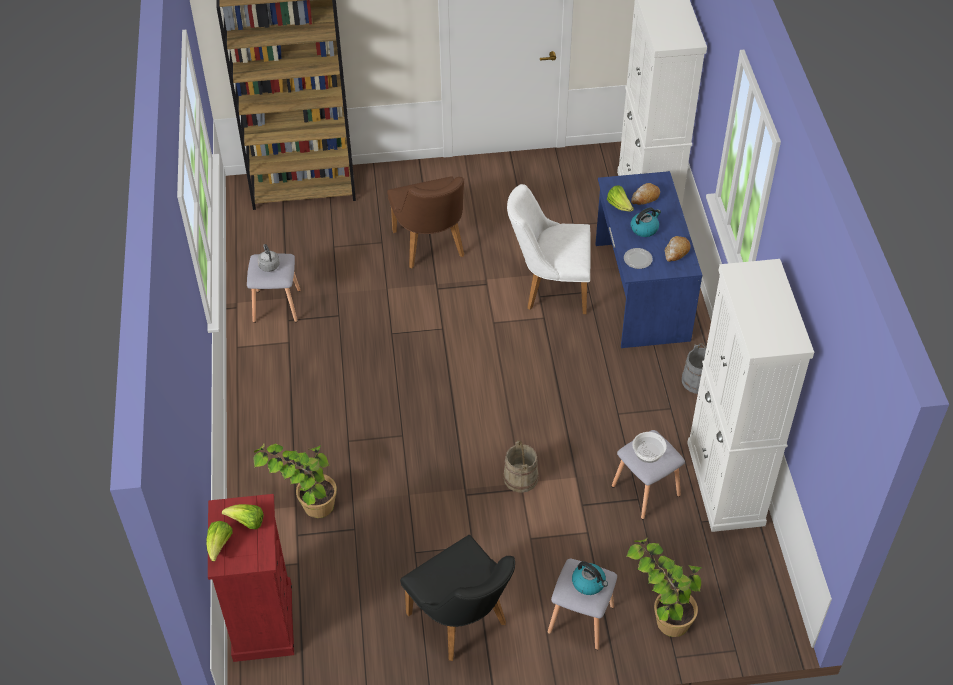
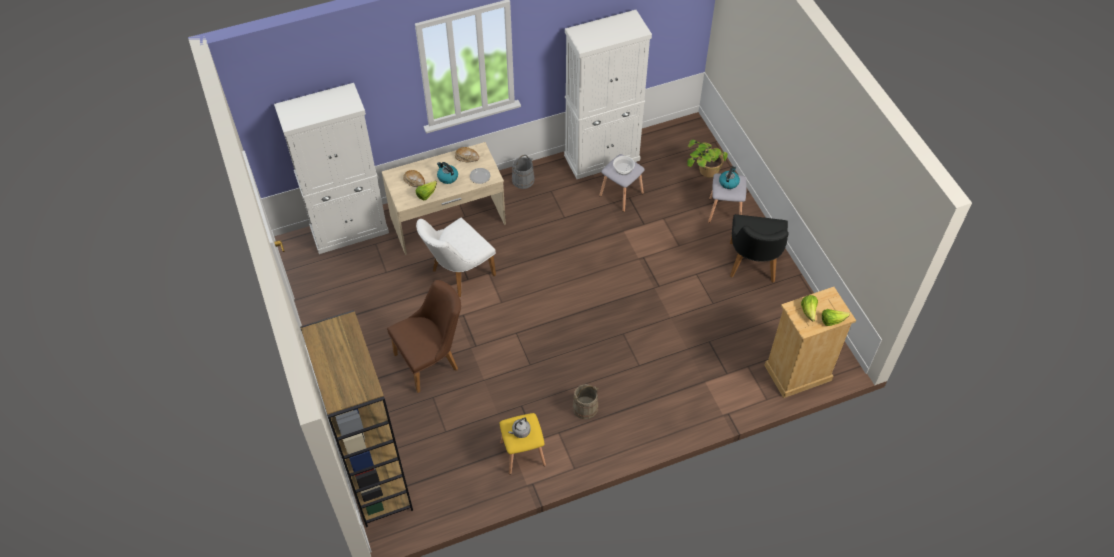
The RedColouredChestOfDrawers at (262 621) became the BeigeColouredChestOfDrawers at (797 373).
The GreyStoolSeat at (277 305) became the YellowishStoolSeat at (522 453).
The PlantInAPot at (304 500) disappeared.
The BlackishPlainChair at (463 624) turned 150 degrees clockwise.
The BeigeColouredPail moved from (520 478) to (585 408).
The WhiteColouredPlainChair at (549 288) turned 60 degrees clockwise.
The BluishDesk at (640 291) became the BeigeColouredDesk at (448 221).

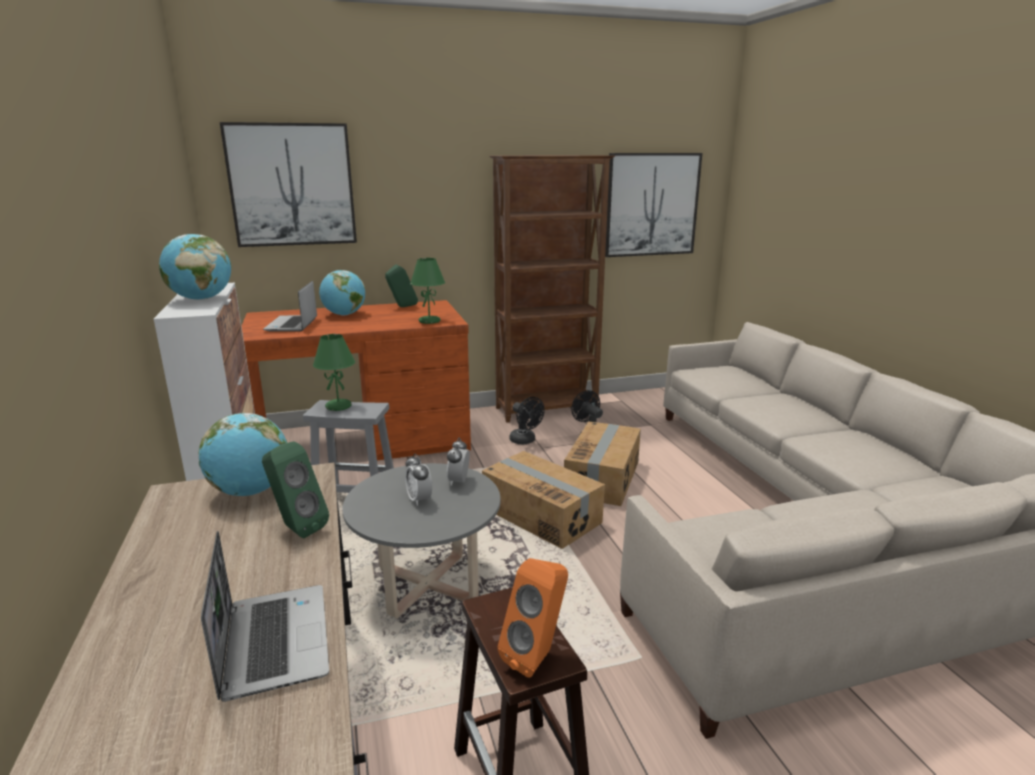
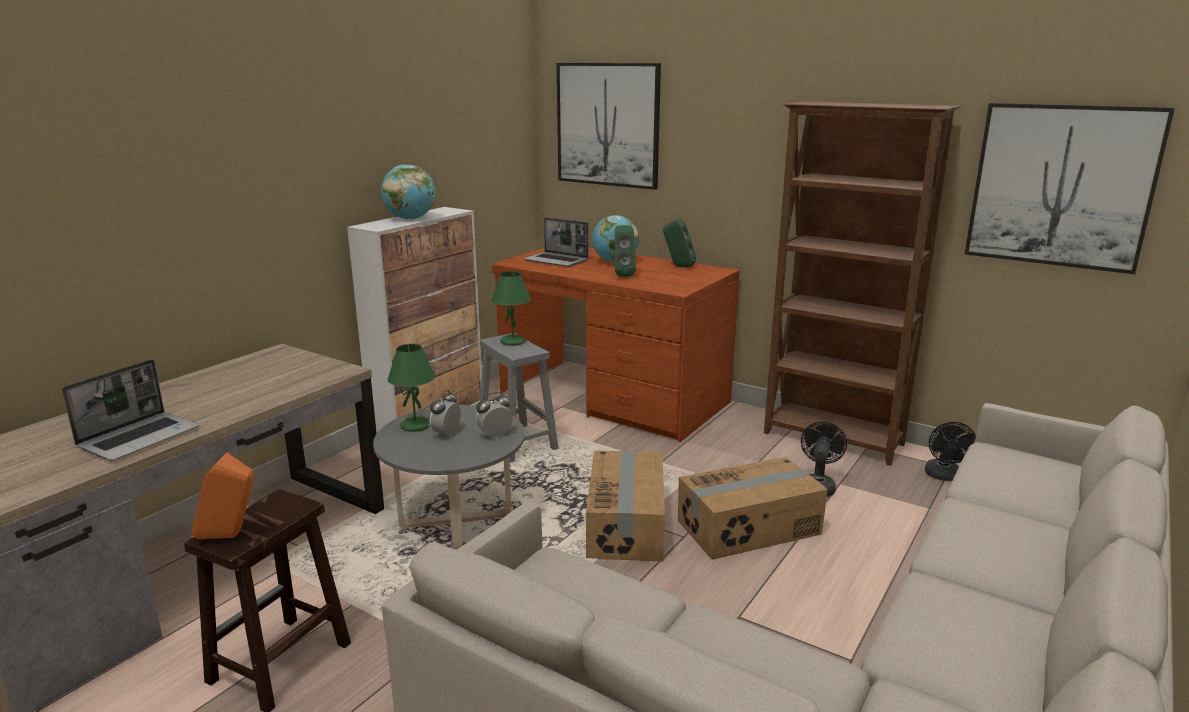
The Globe at (251 491) disappeared.
The GreenColouredLoudspeaker moved from (296 528) to (623 275).
The PortableComputer at (292 325) turned 105 degrees counterclockwise.
The GreenColouredTableLamp moved from (429 321) to (416 426).
The BlackishFan moved from (525 441) to (943 476).

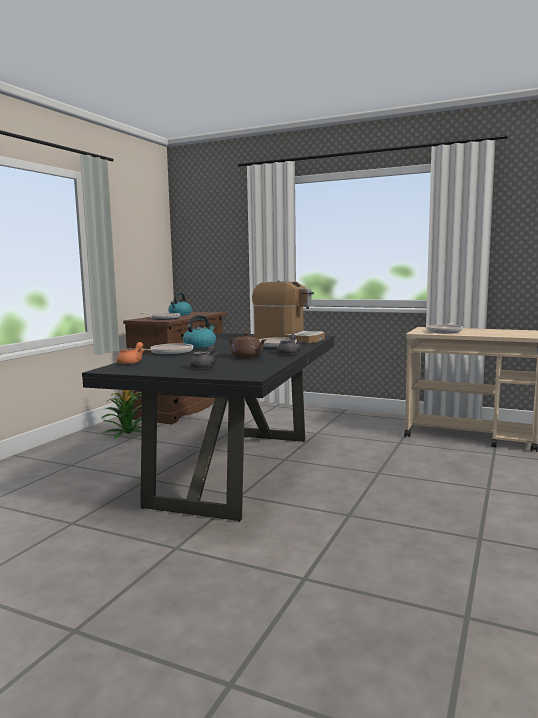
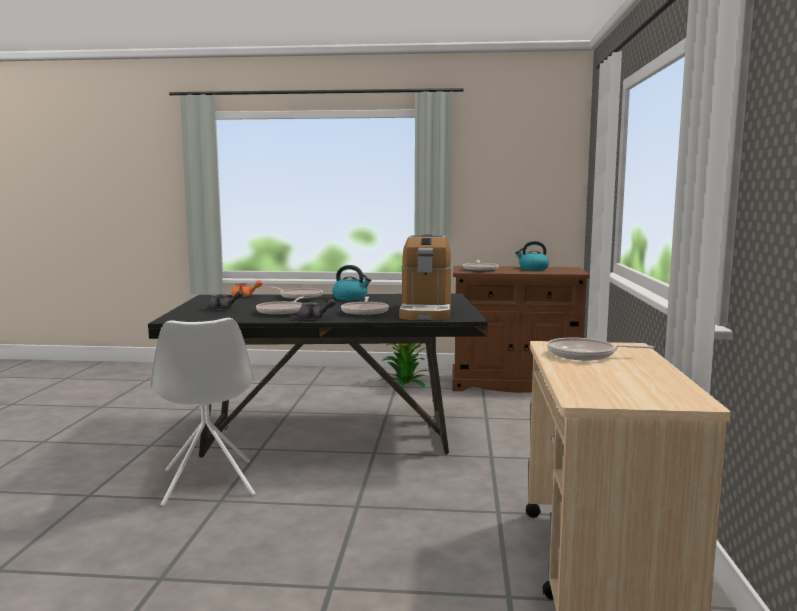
The BrownTeaPot at (247 357) was replaced by the Pan at (282 312).
The WhiteColouredPlainChair at (208 484) appeared.

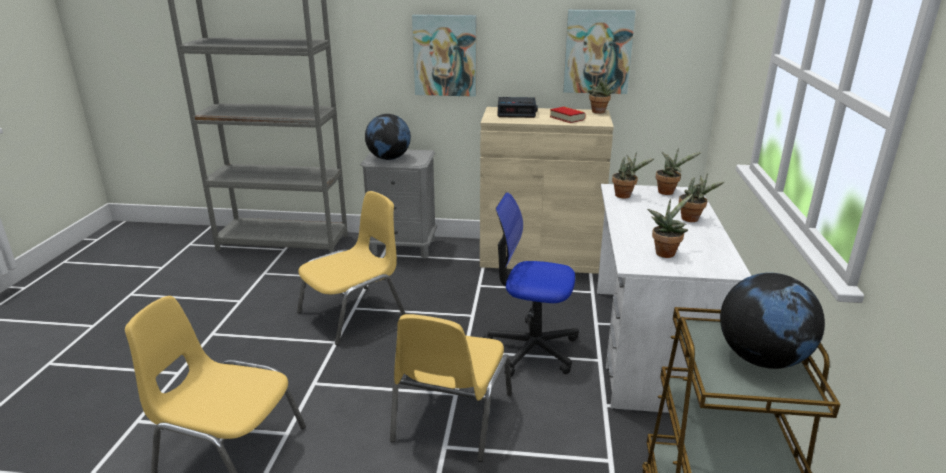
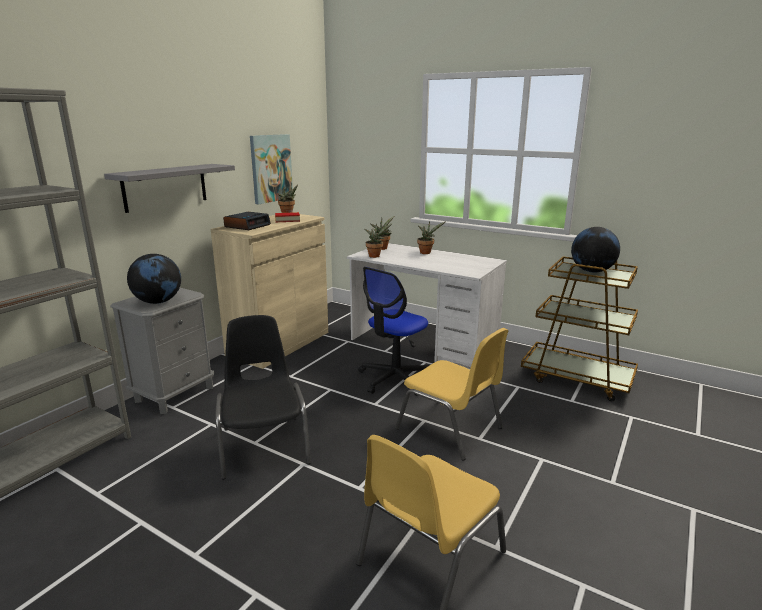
The YellowishPlainChair at (353 313) became the BlackishPlainChair at (264 444).
The Picture at (445 55) was replaced by the GreyShelf at (165 187).
The PlantInAPot at (665 252) disappeared.

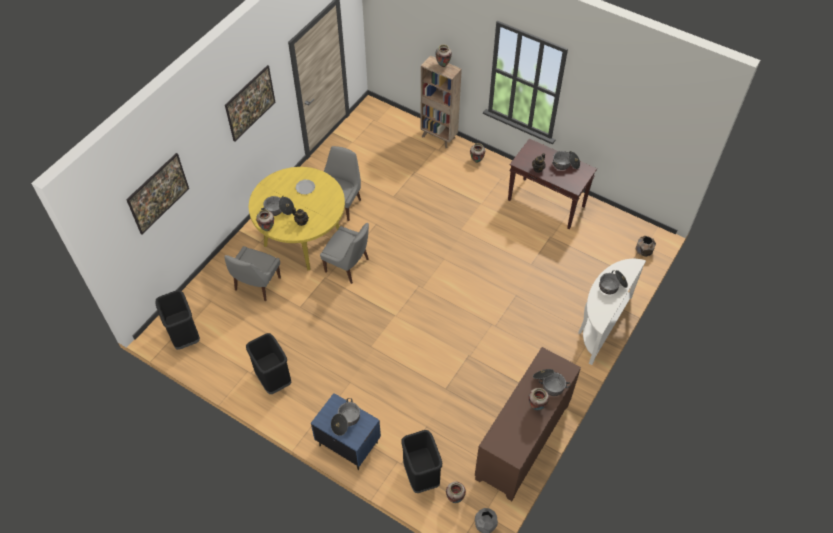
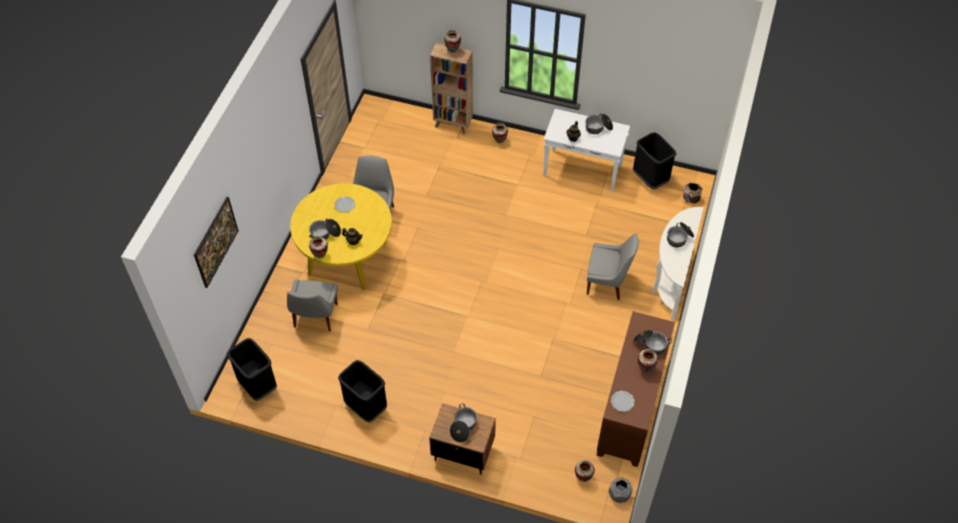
The Picture at (252 112) disappeared.
The BluishNightstand at (348 444) became the BrownNightstand at (463 452).
The GreyPlainChair moved from (348 266) to (607 282).
The BlackishWasteBin moved from (421 475) to (649 179).
The BrownNarrowTable at (547 203) became the WhiteColouredNarrowTable at (583 170).
The DinnerPlate at (622 401) appeared.

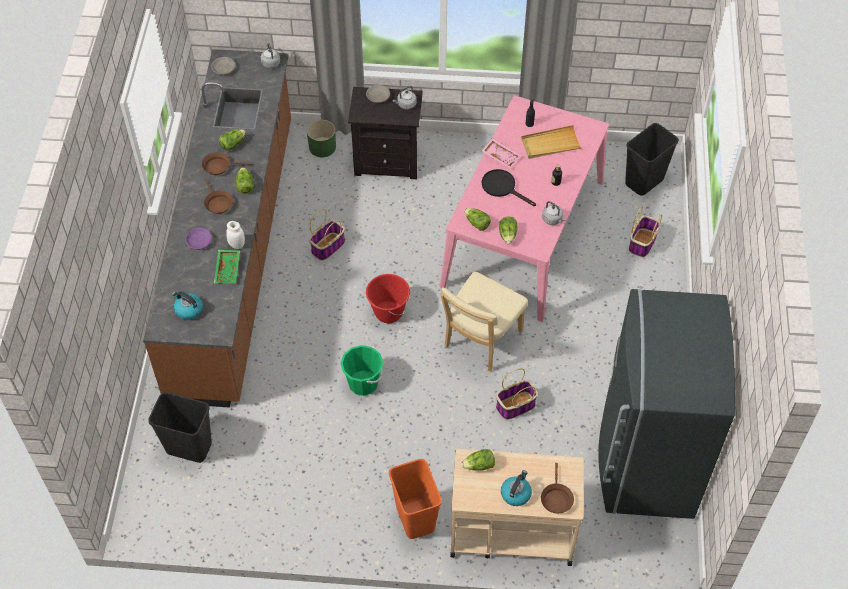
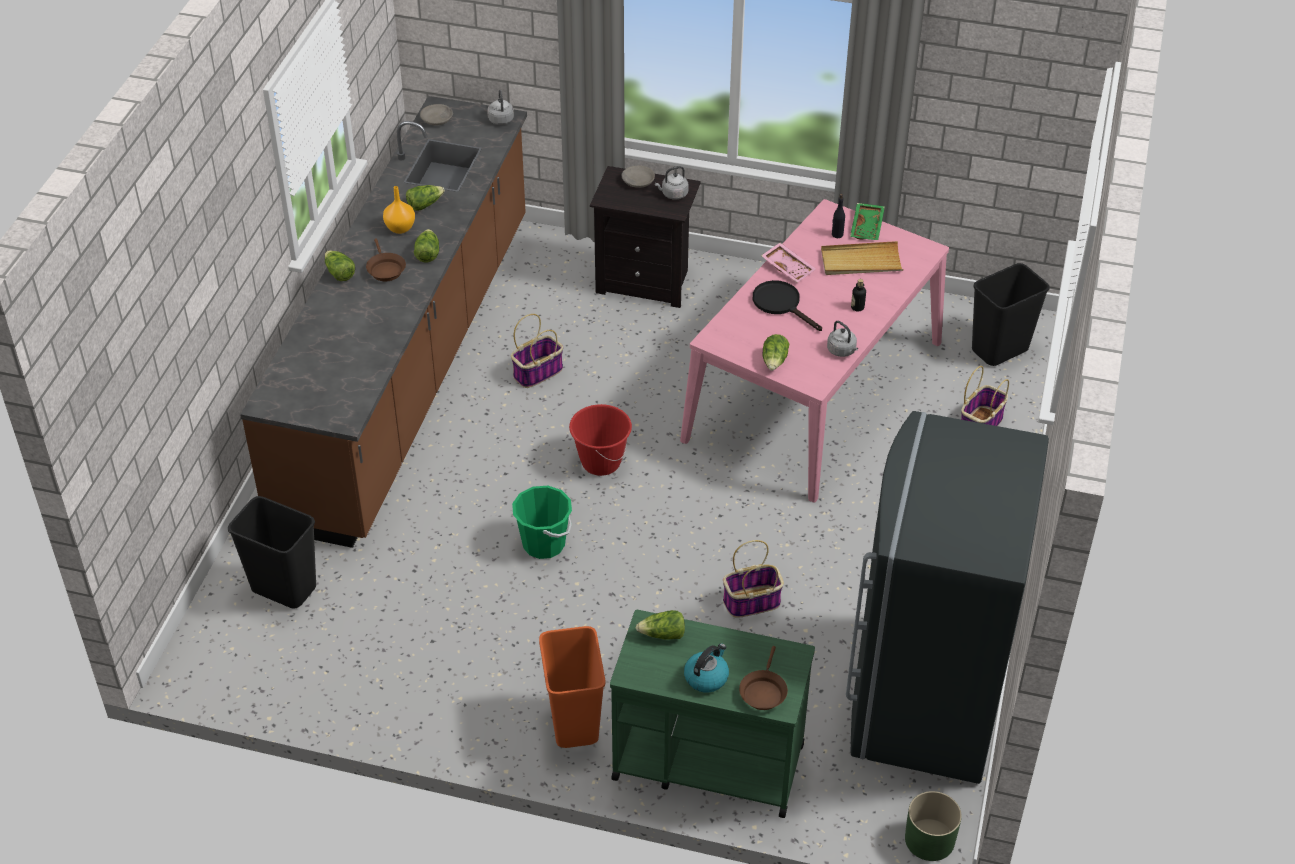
The TeaKettle at (188 310) disappeared.
The PurplishDeepDish at (199 241) disappeared.
The BrownPan at (219 166) was replaced by the OrangeFlowerVase at (399 228).
The GreenColouredTray moved from (228 270) to (867 227).
The WhiteColouredStorageJar at (237 245) disappeared.
The GreenColouredPlanter moved from (322 147) to (930 839).
The BeigeColouredPlainChair at (480 341) disappeared.
The BeigeColouredTrolley at (511 532) became the GreenColouredTrolley at (707 761).
The HeadOfLettuce moved from (477 223) to (339 273).

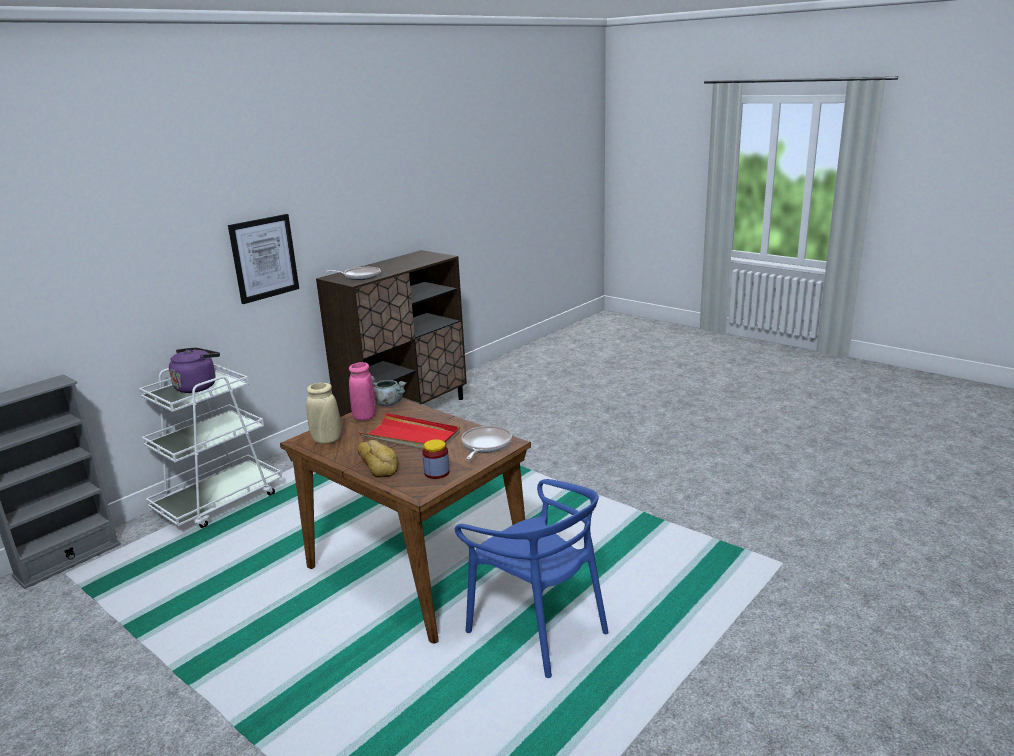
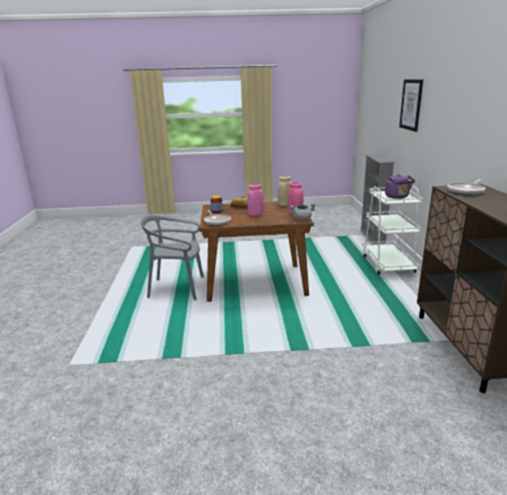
The Picture moved from (264 258) to (411 104).
The RedColouredTray at (411 436) was replaced by the PinkishFlowerVase at (255 214).
The BluishPlainChair at (538 628) became the GreyPlainChair at (177 288).

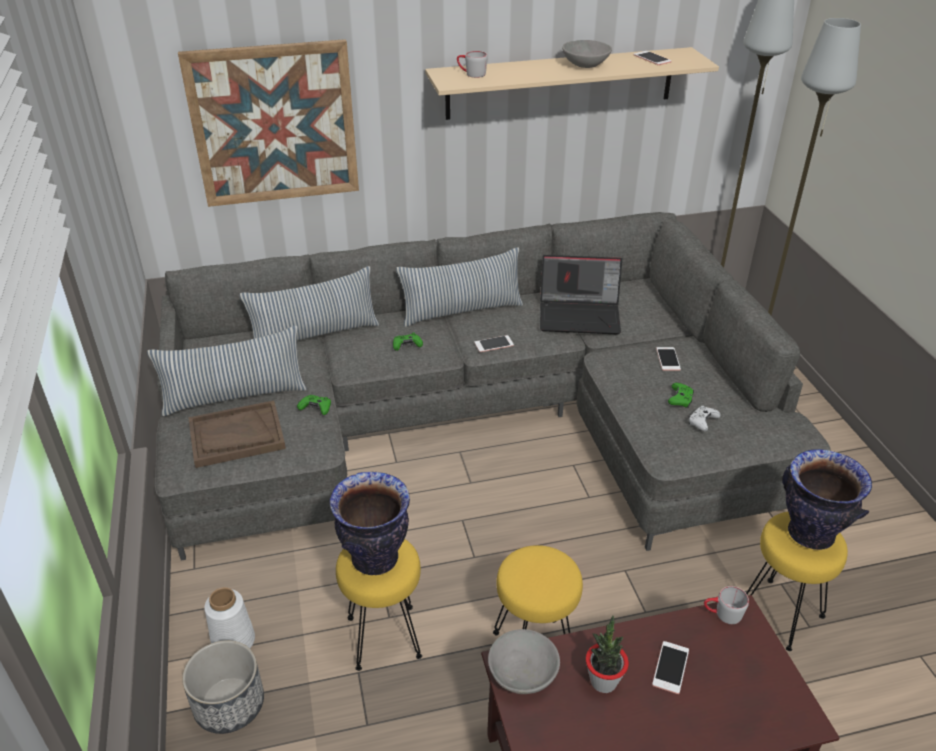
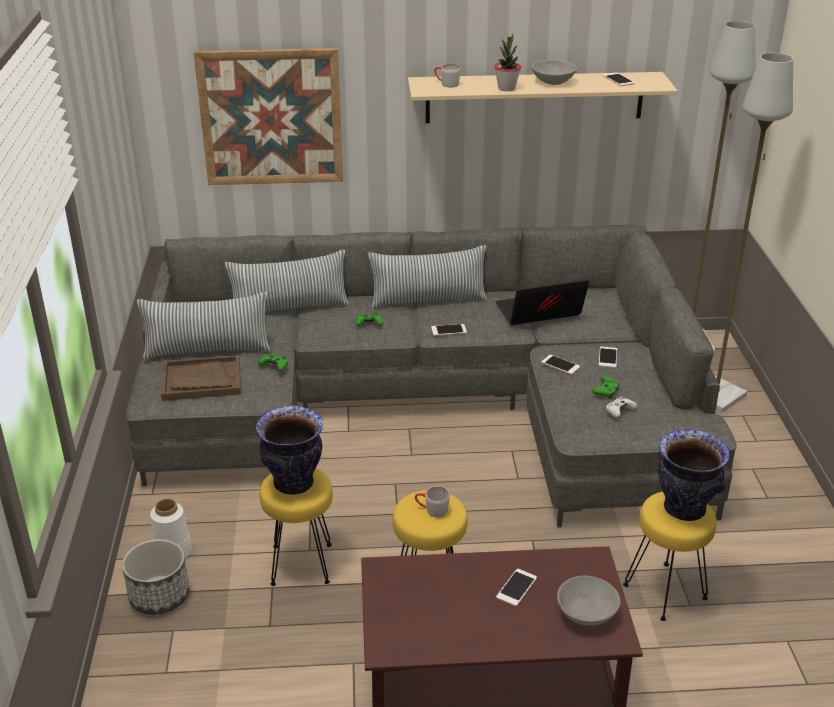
The GreyDeepDish moved from (522 674) to (586 613).
The PortableComputer at (580 315) turned 150 degrees clockwise.
The PlantInAPot moved from (603 681) to (506 88).
The GreyTeaMug moved from (722 614) to (431 510).
The Telephone at (560 365) appeared.

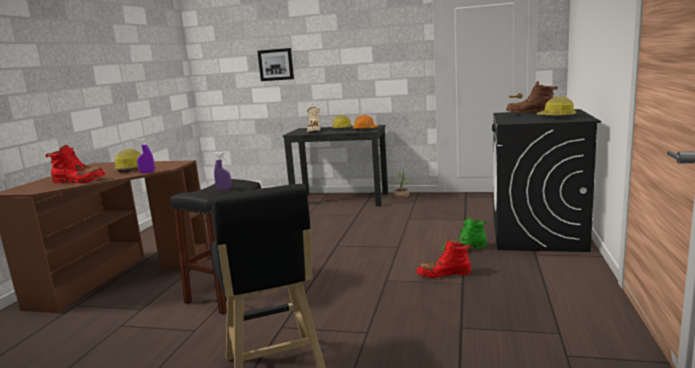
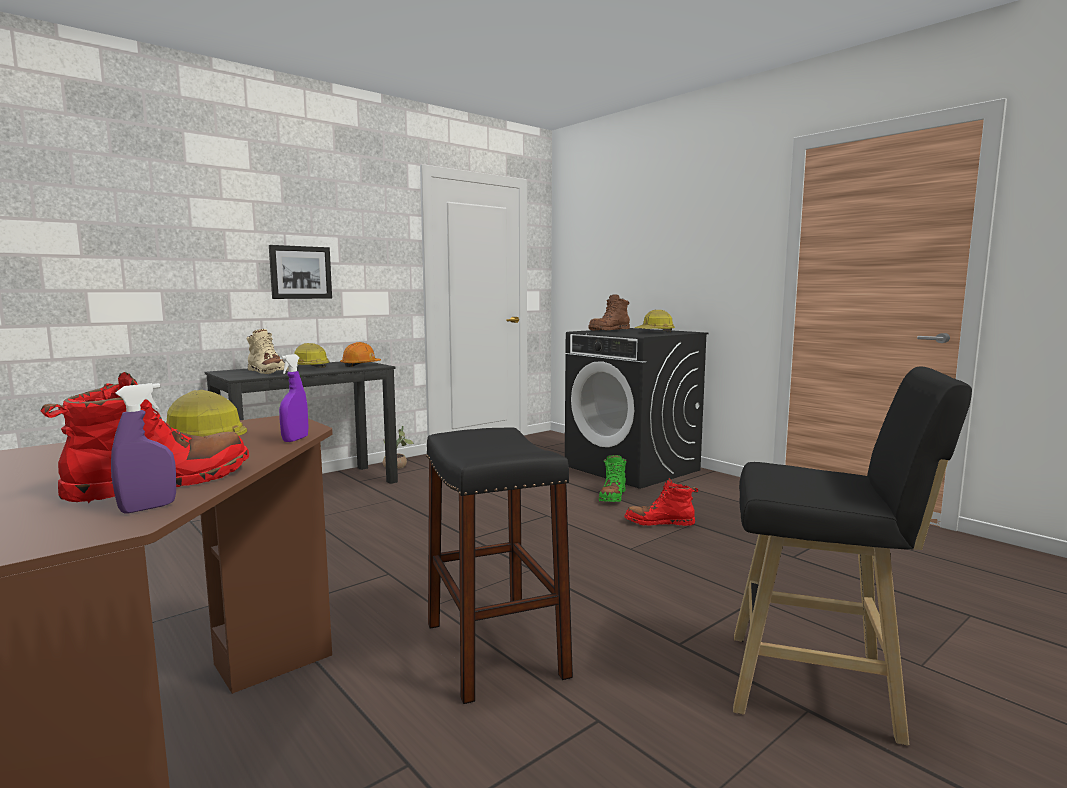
The PurplishSprayBottle moved from (224 189) to (148 508).
The Picture moved from (276 64) to (300 272).
The RedColouredBoot at (444 274) turned 60 degrees clockwise.

